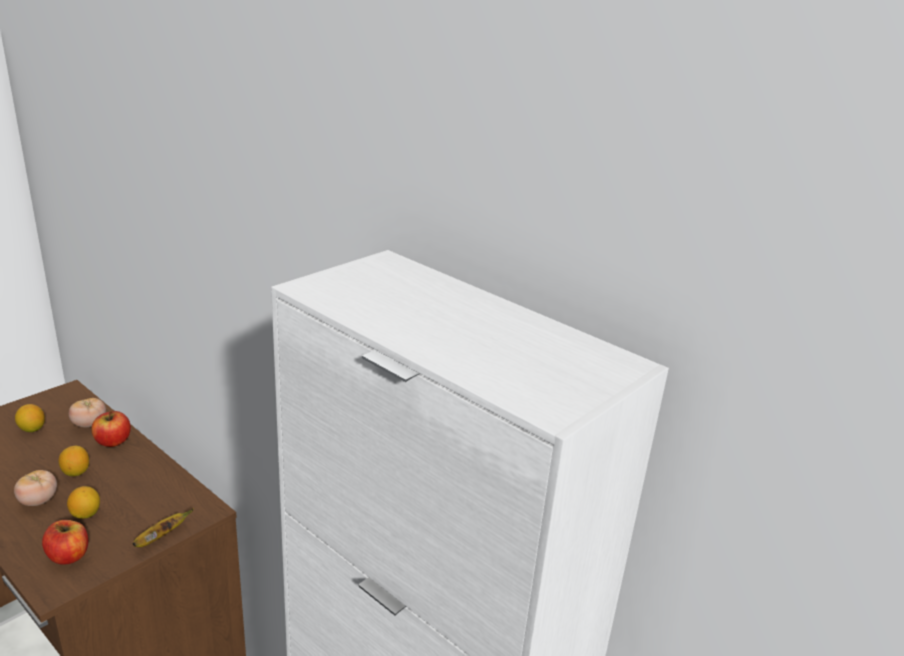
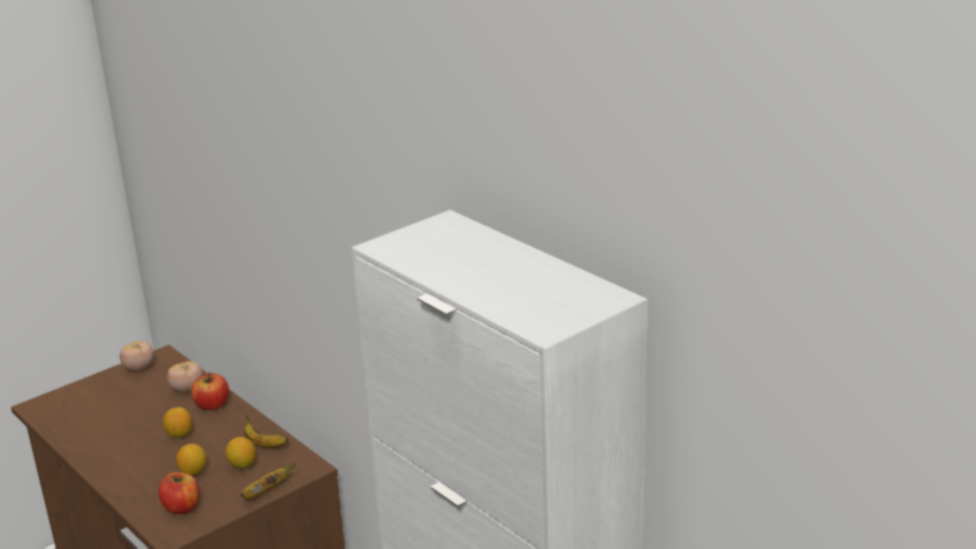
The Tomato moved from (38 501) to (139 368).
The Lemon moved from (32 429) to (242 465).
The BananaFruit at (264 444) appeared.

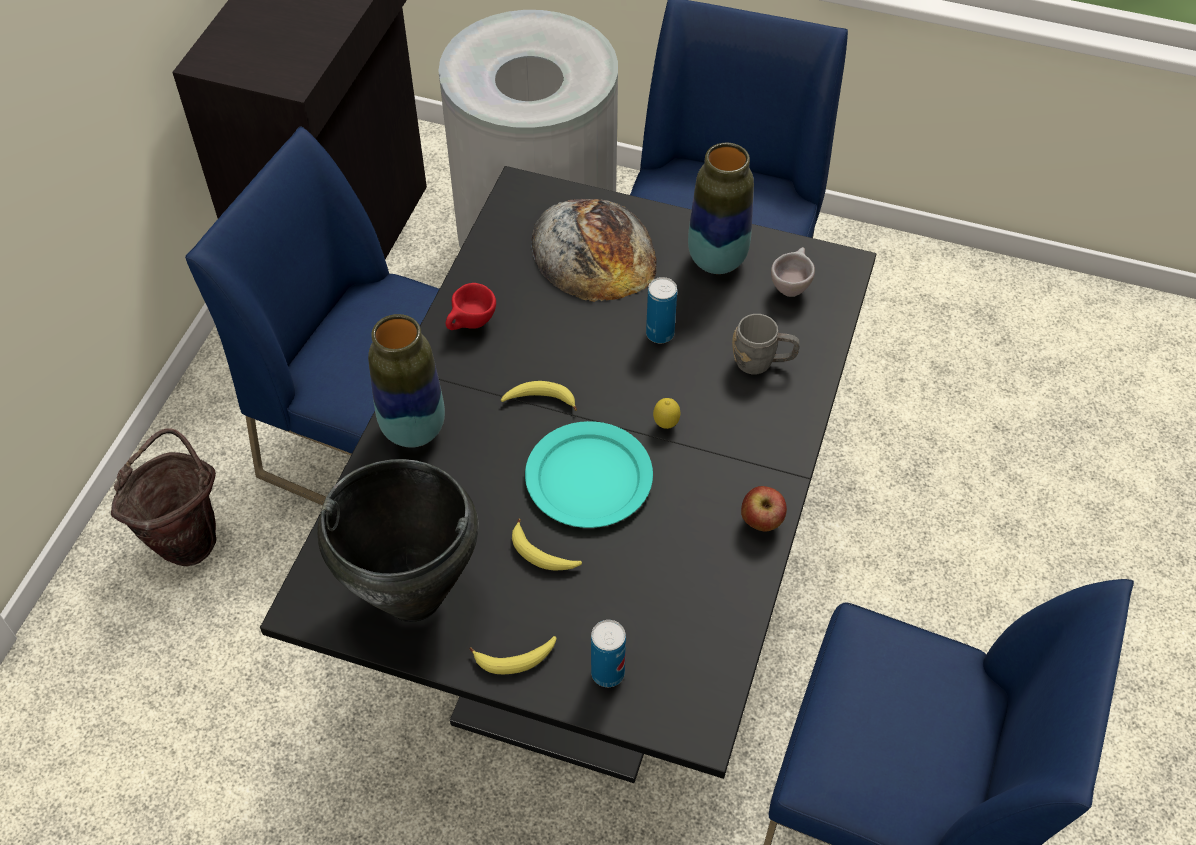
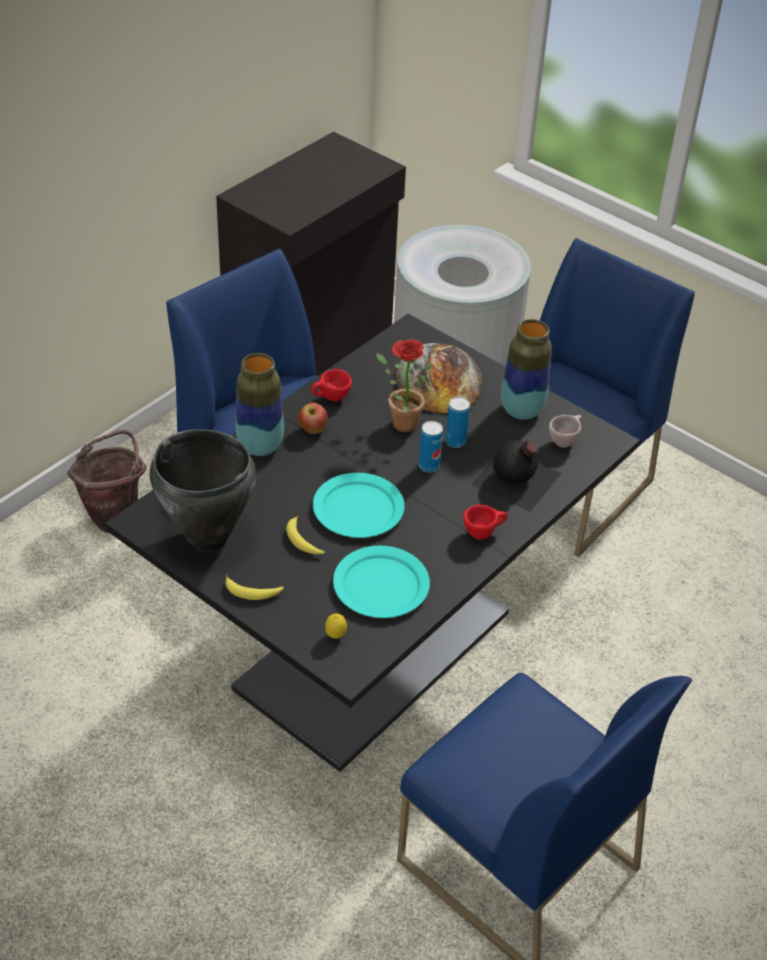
The BananaFruit at (540 400) disappeared.
The Can moved from (607 673) to (429 466).
The Lemon moved from (666 425) to (335 636).
The GreyTeaMug at (762 362) was replaced by the BlackishBeverageBottle at (517 480).
The Apple moved from (761 522) to (312 430).
The TurquoiseColouredDinnerPlate at (381 584) appeared.
The PlantInAPot at (399 422) appeared.
The RedColouredCup at (483 533) appeared.

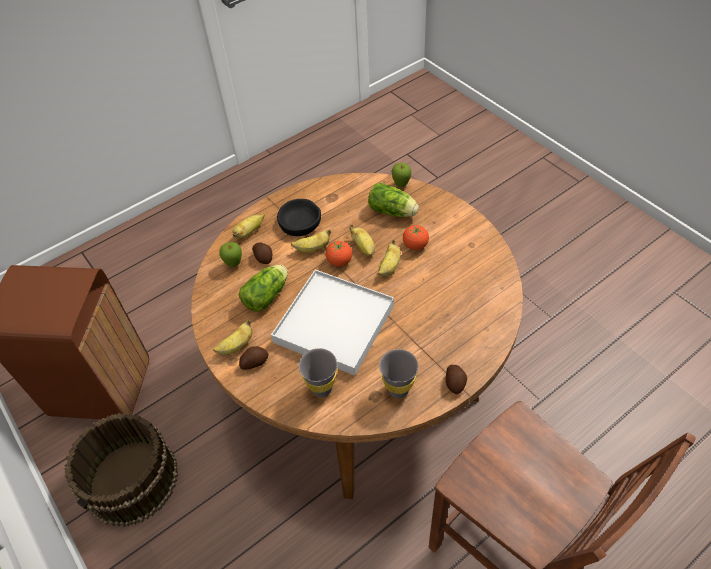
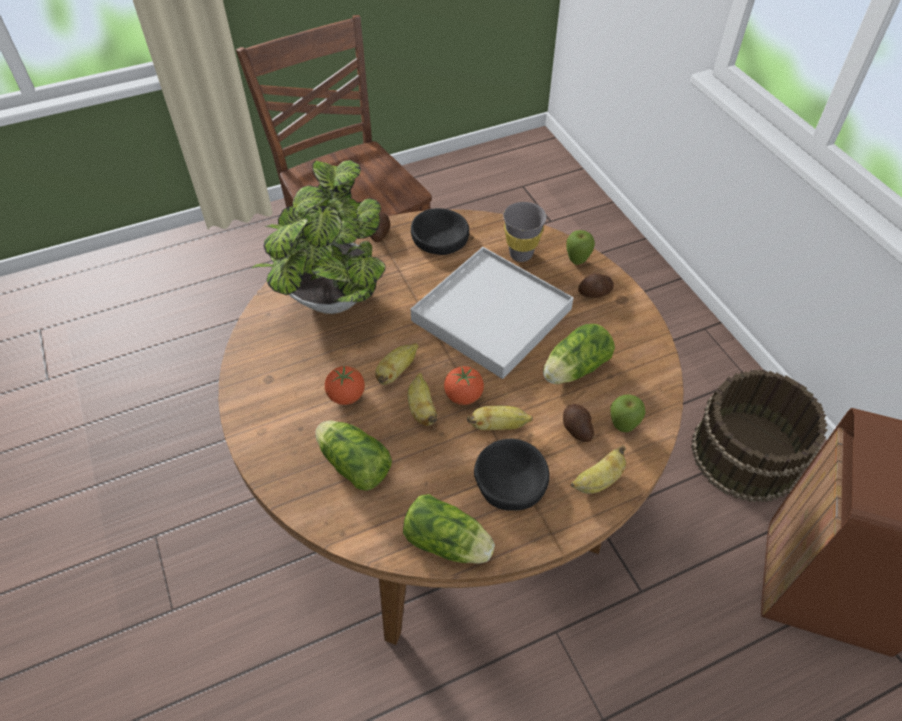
The BananaFruit at (236 346) disappeared.
The GreyCup at (398 389) was replaced by the BlackishDeepDish at (440 238).
The Apple moved from (401 185) to (577 261).
The PlantInAPot at (331 302) appeared.
The HeadOfLettuce at (449 544) appeared.

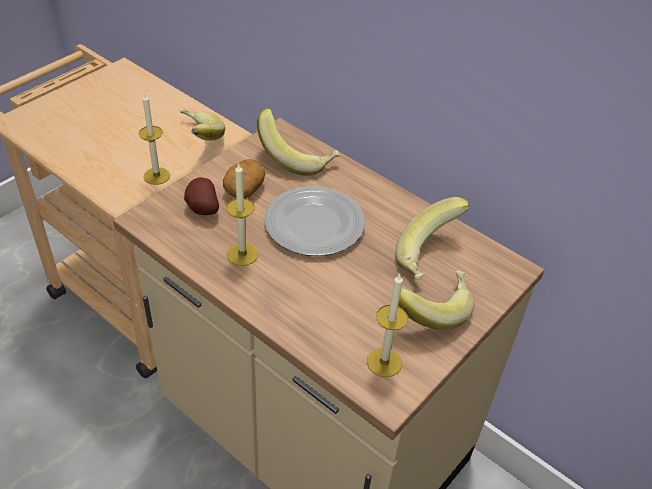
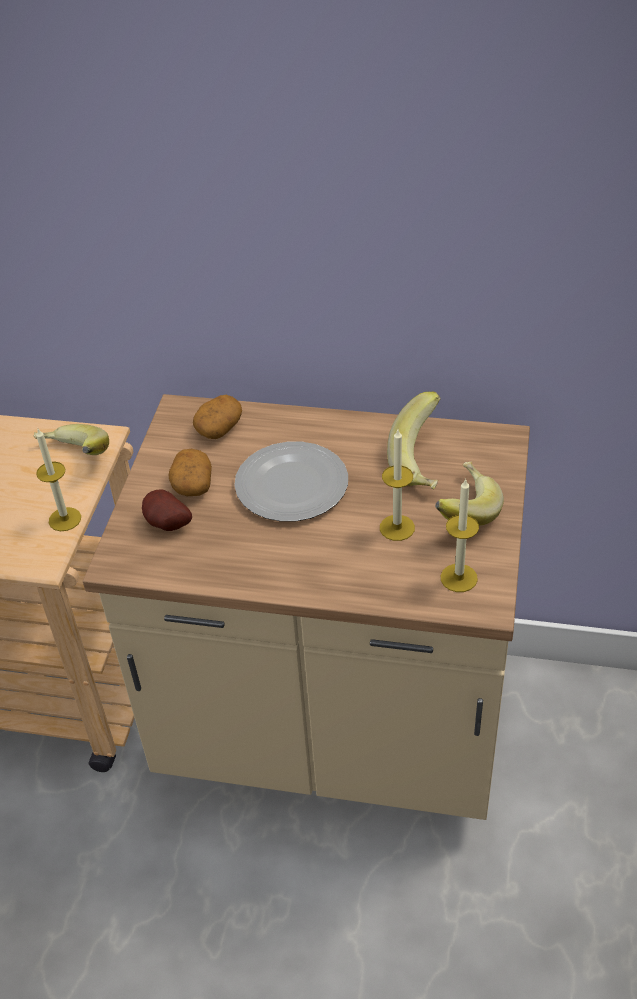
The WaxLight moved from (242 254) to (397 527).
The BananaFruit at (297 158) was replaced by the Potato at (219 427).

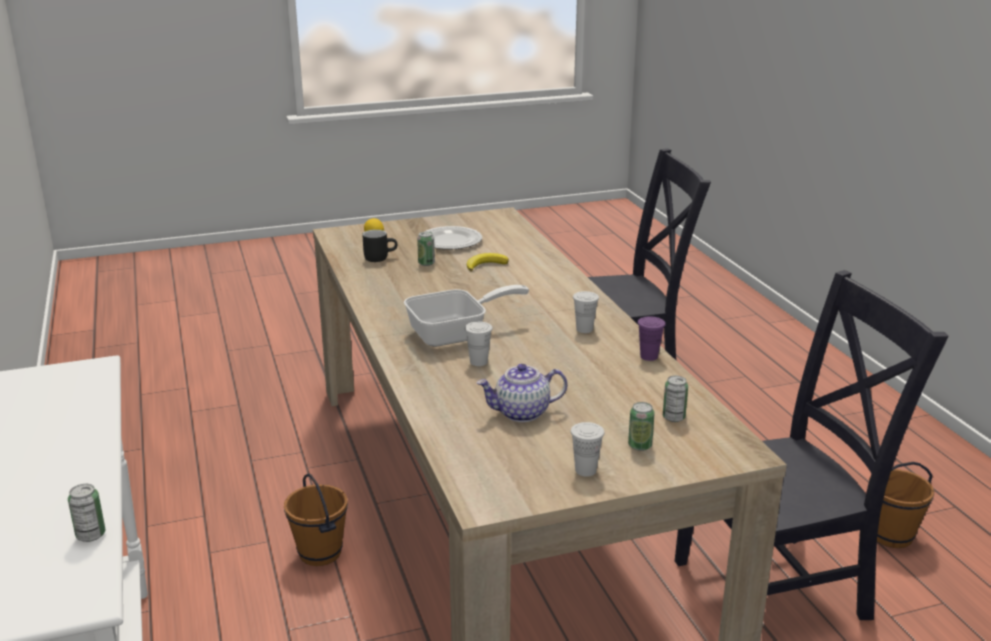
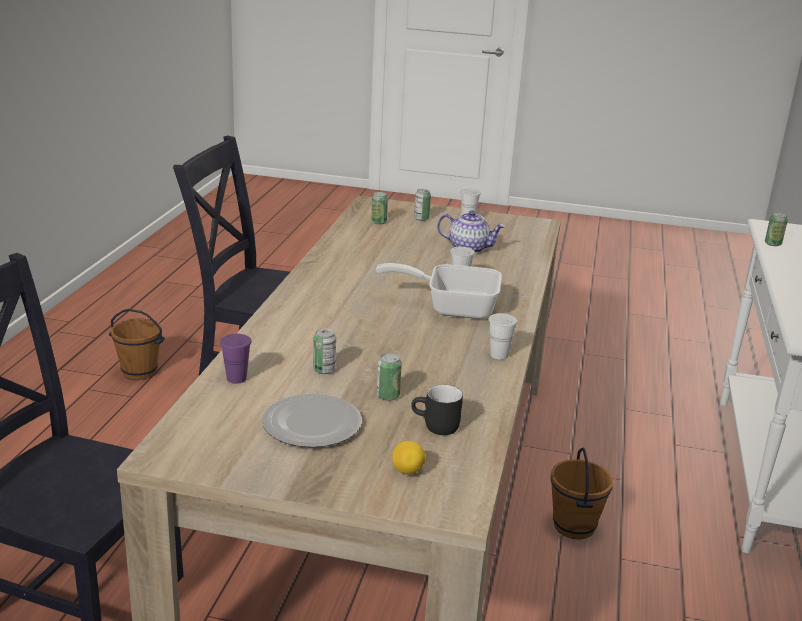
The BananaFruit at (485 265) was replaced by the Can at (324 370).
The WhiteColouredCup moved from (584 329) to (499 355).
The PurplishCup moved from (649 356) to (236 378).

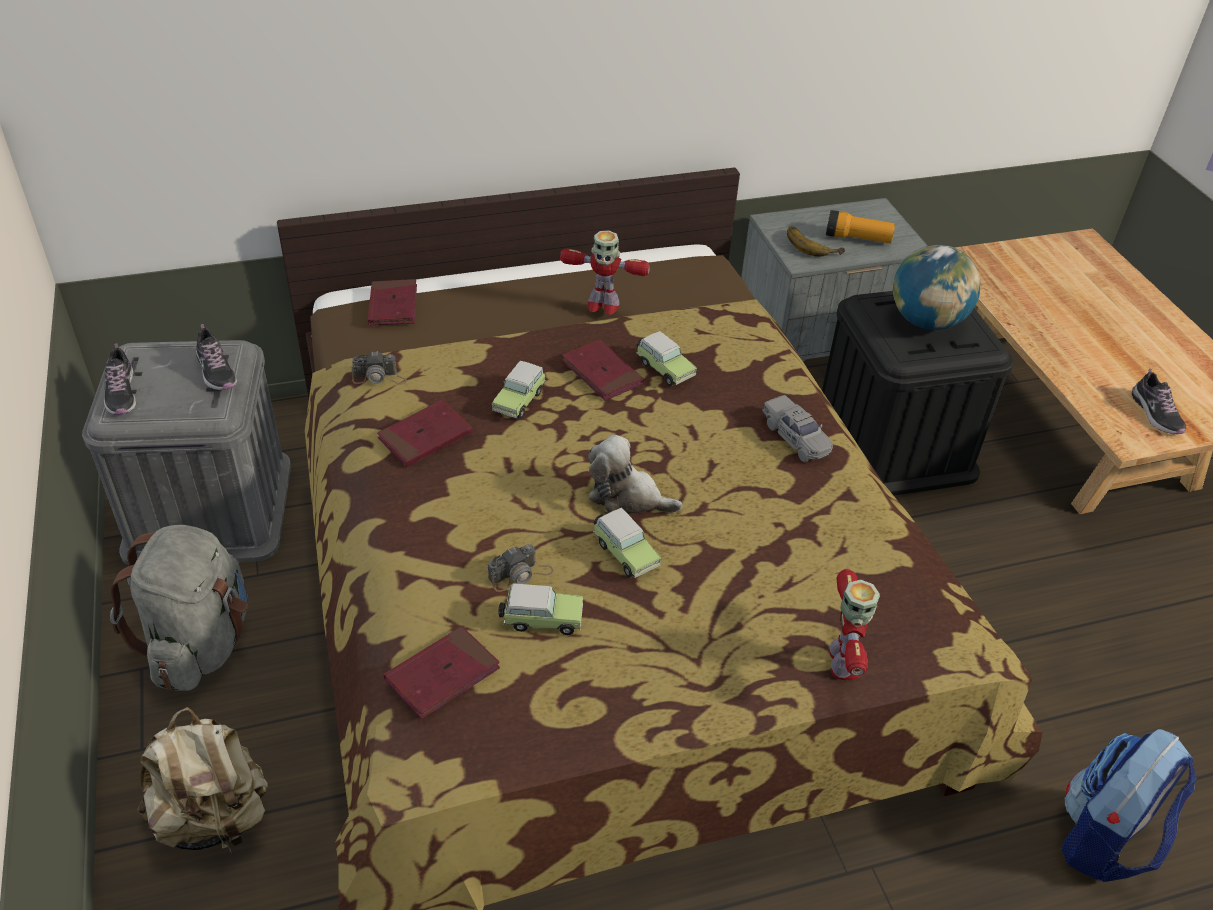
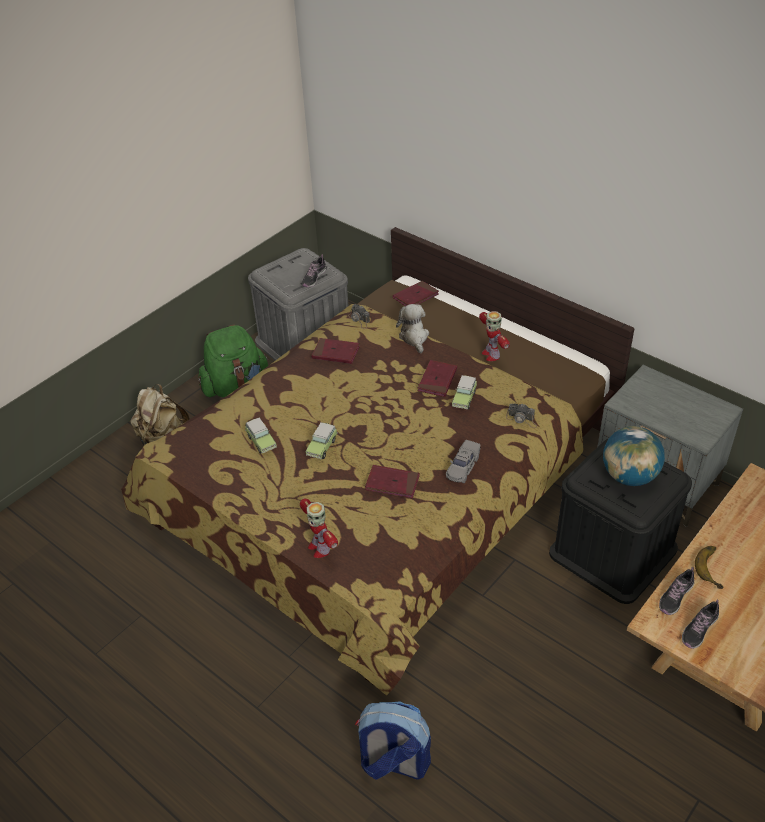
The Shoe moved from (121 393) to (675 597).
The GreyBackpack at (200 643) became the GreenColouredBackpack at (236 386).
The RedColouredBook moved from (442 675) to (392 483).
The PhotoCamera moved from (520 574) to (522 419).
The ToyCar at (520 400) disappeared.
The SoftToy moved from (627 497) to (414 337).
The BananaFruit moved from (812 244) to (713 568).
The Torch at (857 238) disappeared.
The RobotFigure at (843 663) turned 90 degrees clockwise.

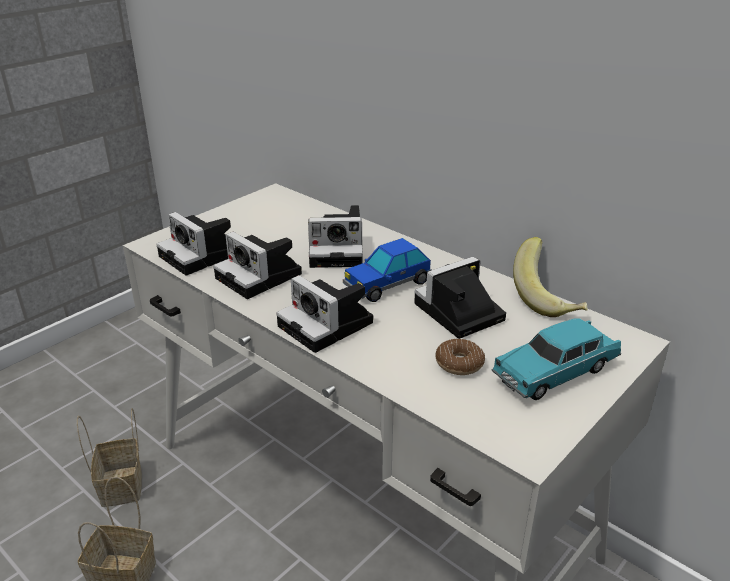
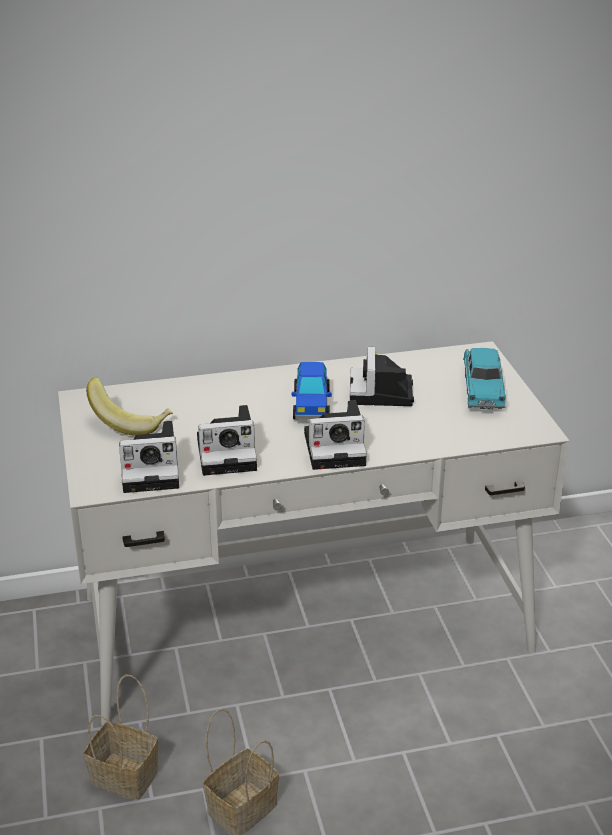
The PhotoCamera at (339 250) disappeared.
The RingDoughnut at (459 363) disappeared.
The BananaFruit moved from (548 299) to (131 422).

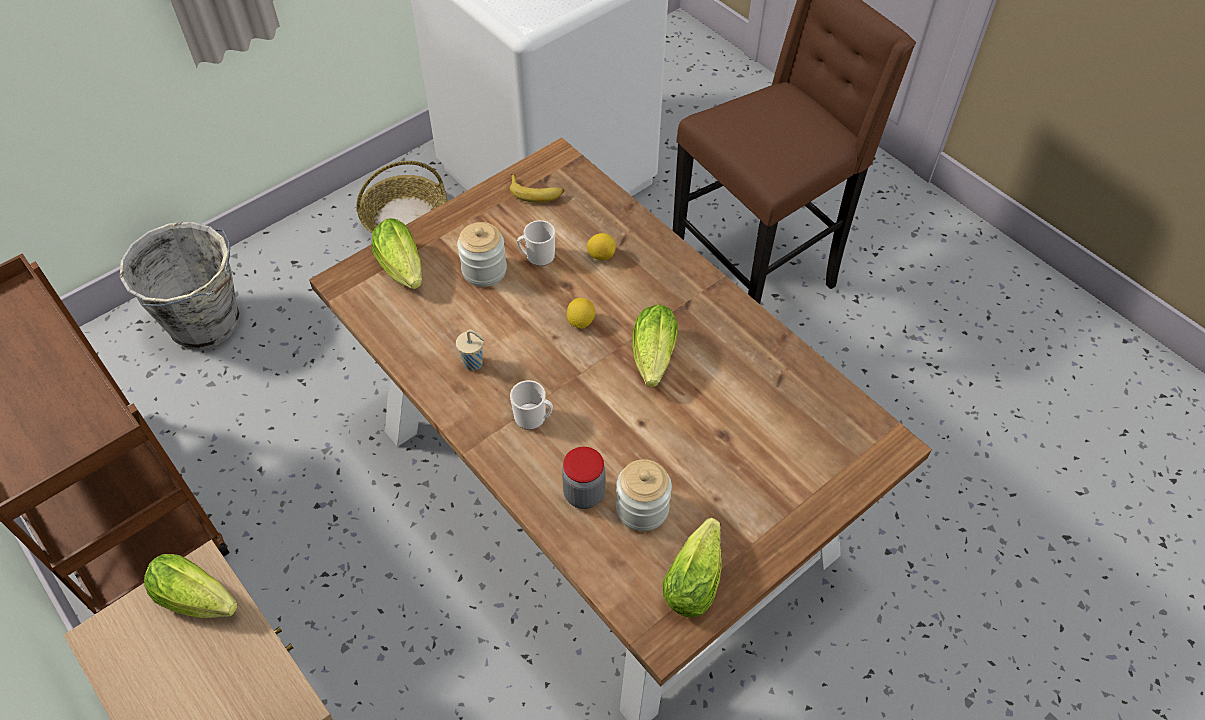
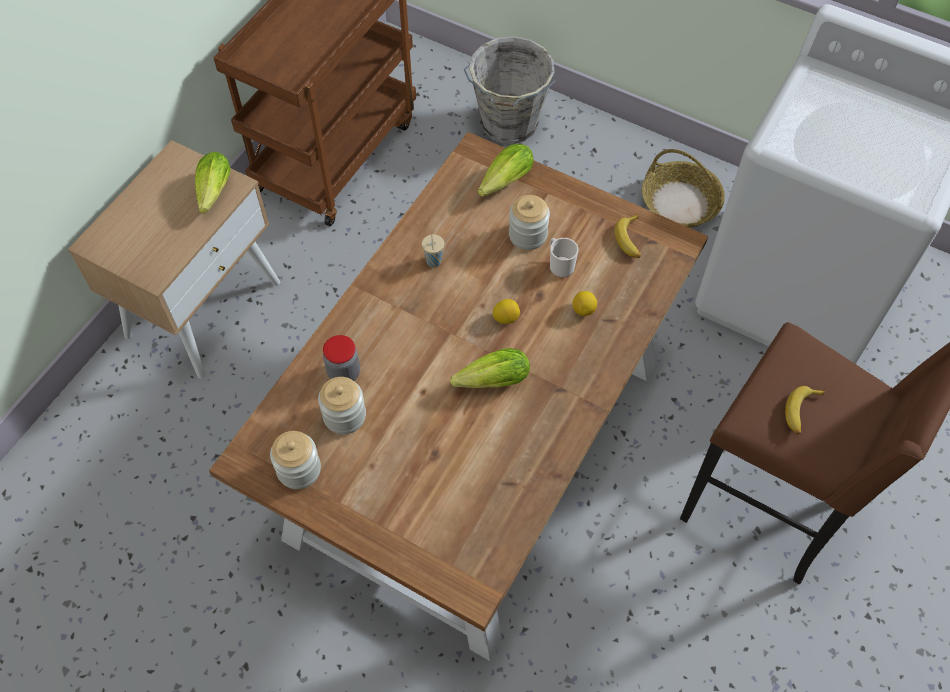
The TeaMug at (533 418) disappeared.
The HeadOfLettuce at (696 575) was replaced by the StorageJar at (299 469).
The BananaFruit at (801 412) appeared.

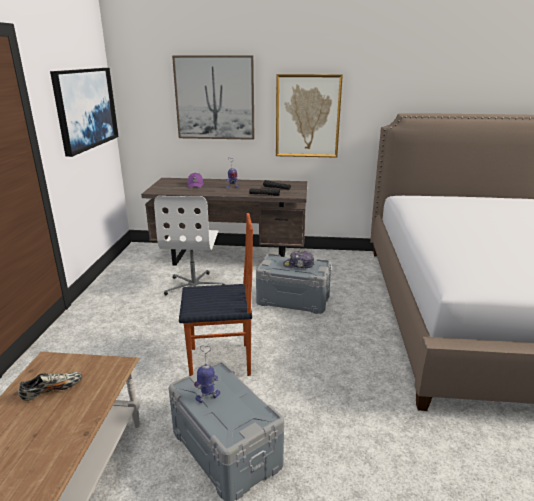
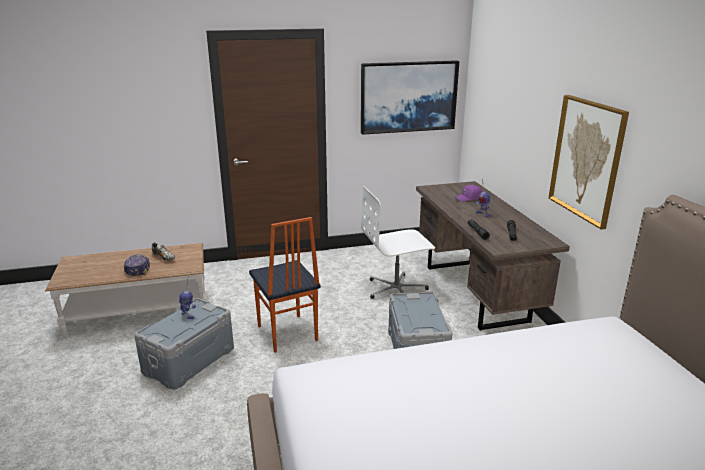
The Picture at (215 98) disappeared.
The Cap moved from (298 265) to (137 269).

